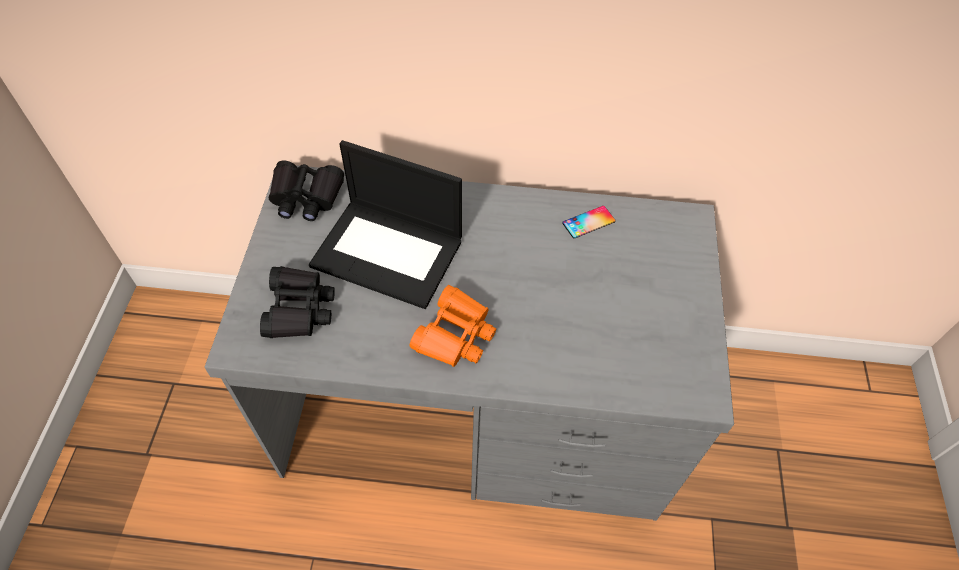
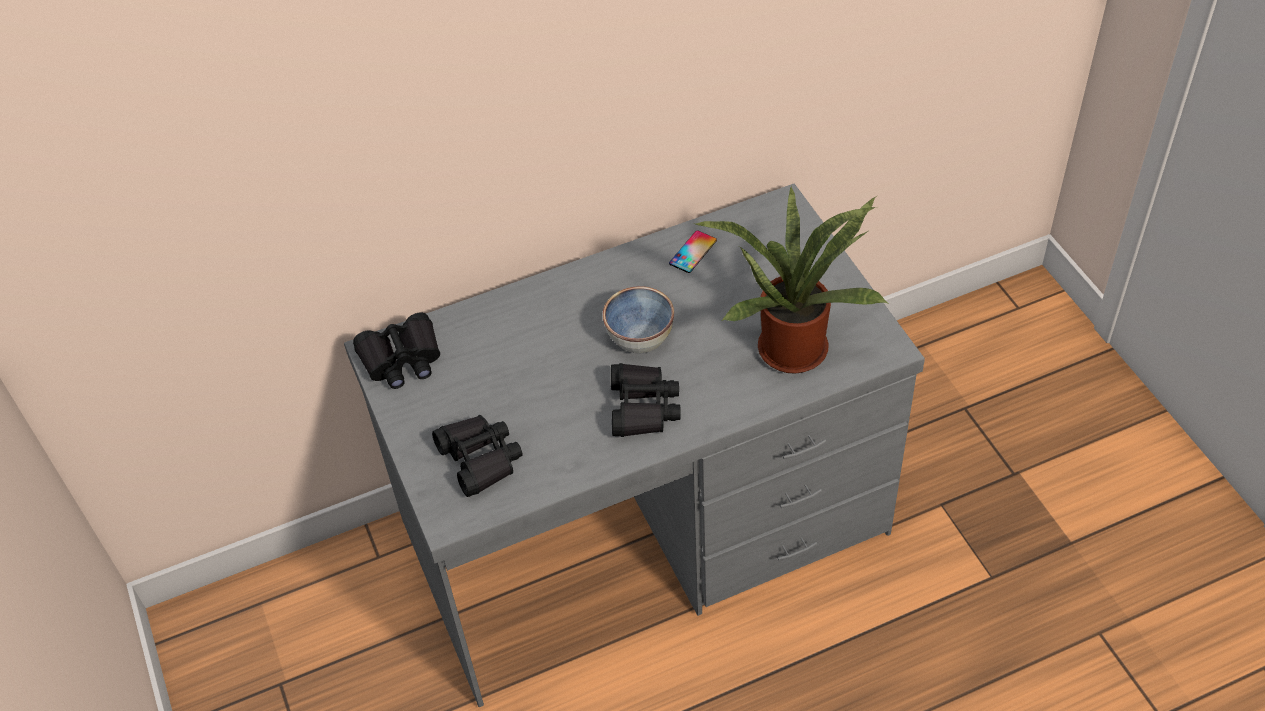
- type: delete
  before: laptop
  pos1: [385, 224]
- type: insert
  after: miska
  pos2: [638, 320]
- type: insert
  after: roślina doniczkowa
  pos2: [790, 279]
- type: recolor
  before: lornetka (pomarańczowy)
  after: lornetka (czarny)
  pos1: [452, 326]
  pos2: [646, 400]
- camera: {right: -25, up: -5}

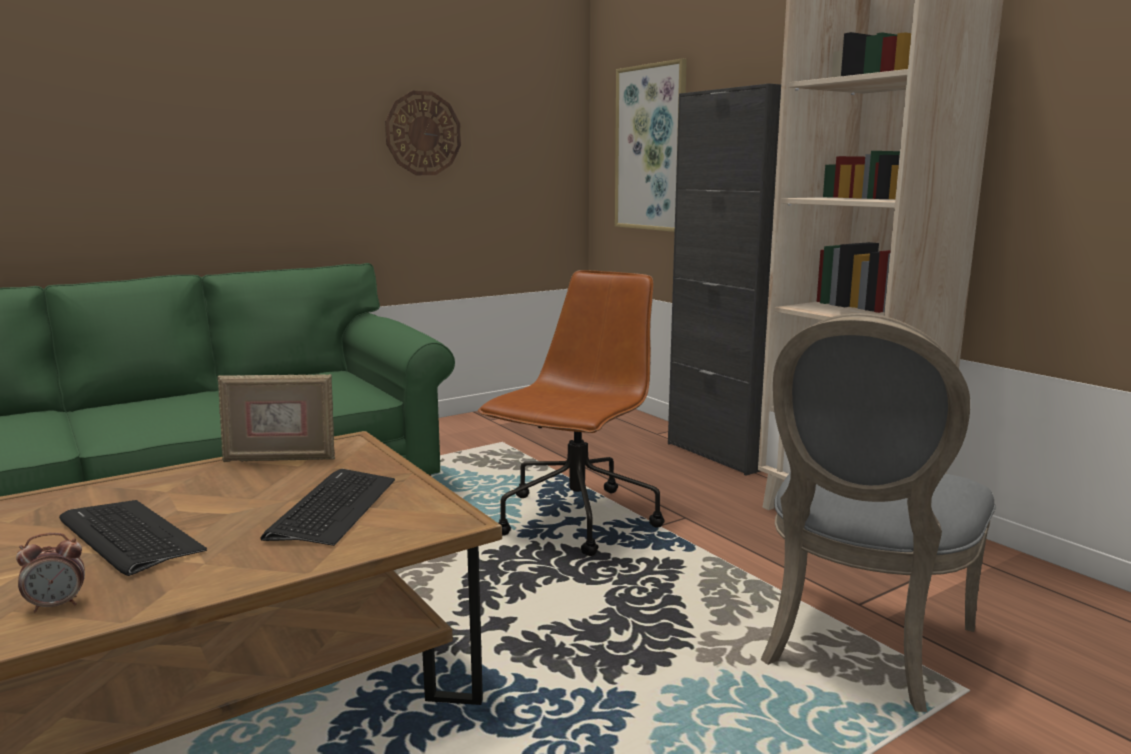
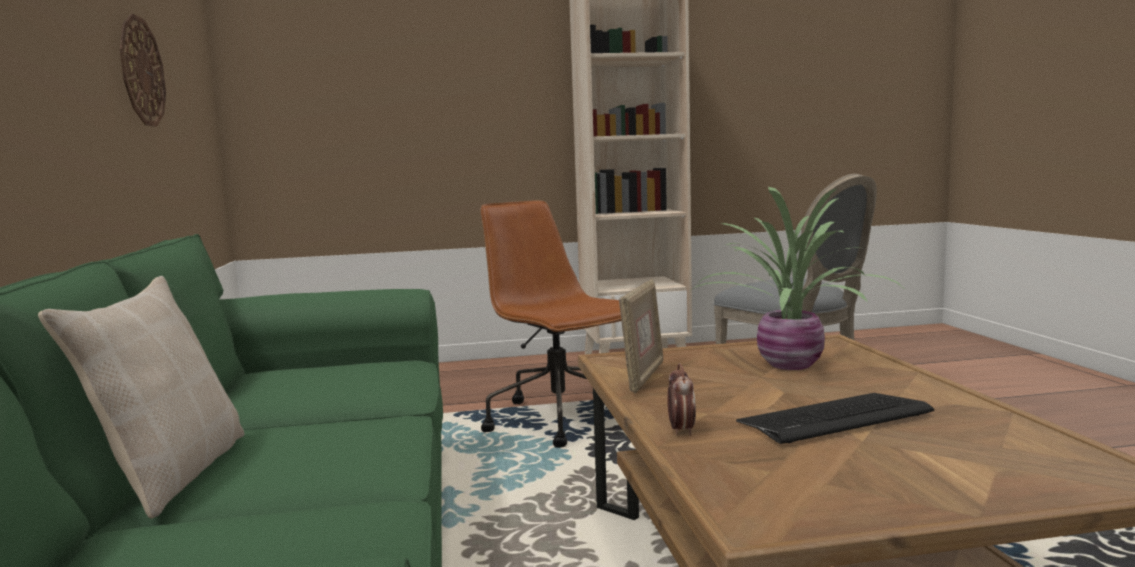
- type: delete
  before: obraz
  pos1: [651, 145]
- type: delete
  before: szafka (czarny)
  pos1: [724, 279]
- type: insert
  after: poduszka (beżowy)
  pos2: [141, 397]
- type: move
  before: budzik
  pos1: [50, 573]
  pos2: [681, 399]
- type: replace
  before: klawiatura
  after: roślina doniczkowa
  pos1: [327, 507]
  pos2: [796, 278]
- camera: {right: -65, up: -5}

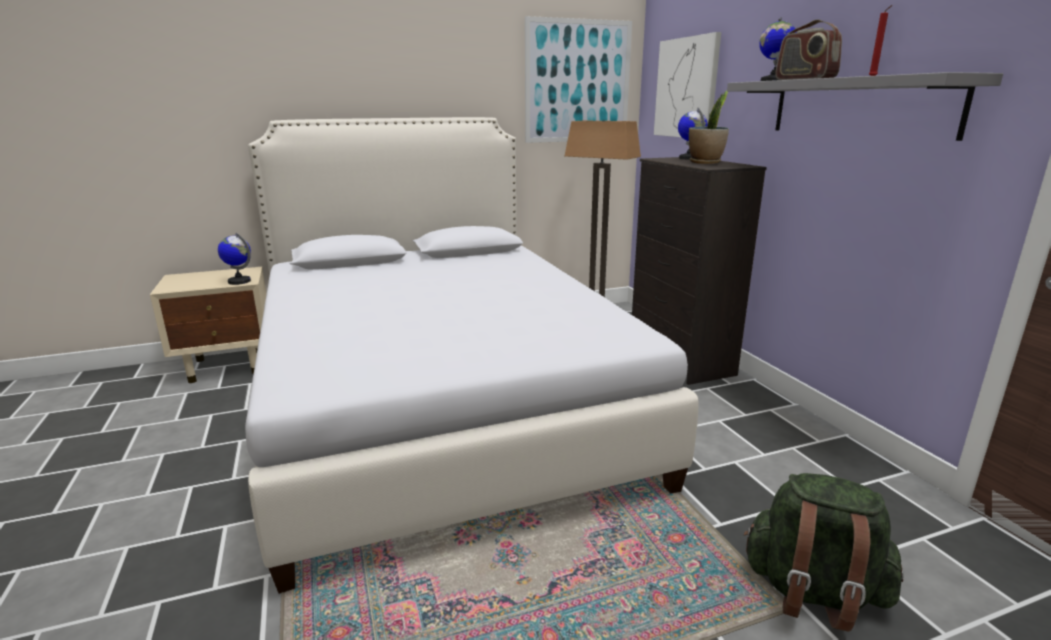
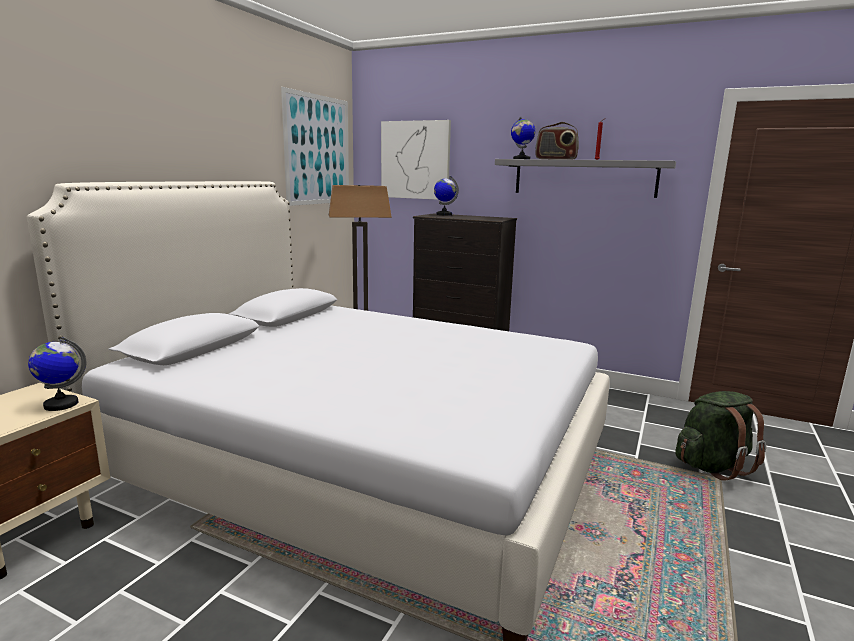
- type: delete
  before: roślina doniczkowa
  pos1: [709, 127]
- camera: {right: -45, up: -5}

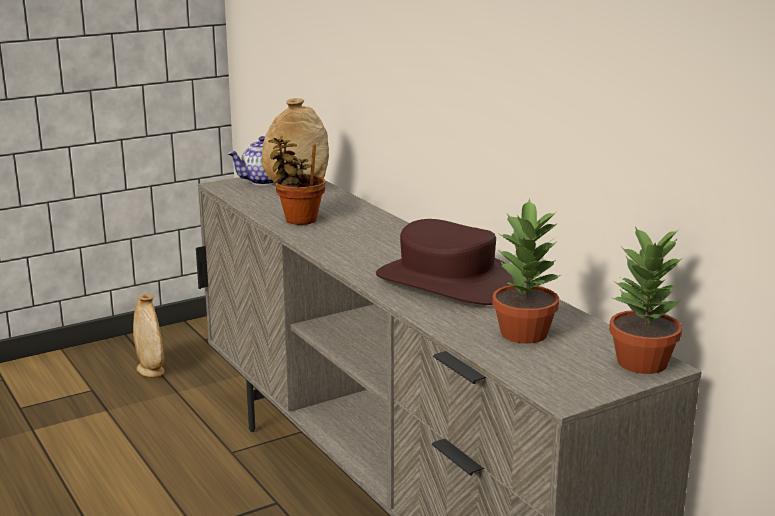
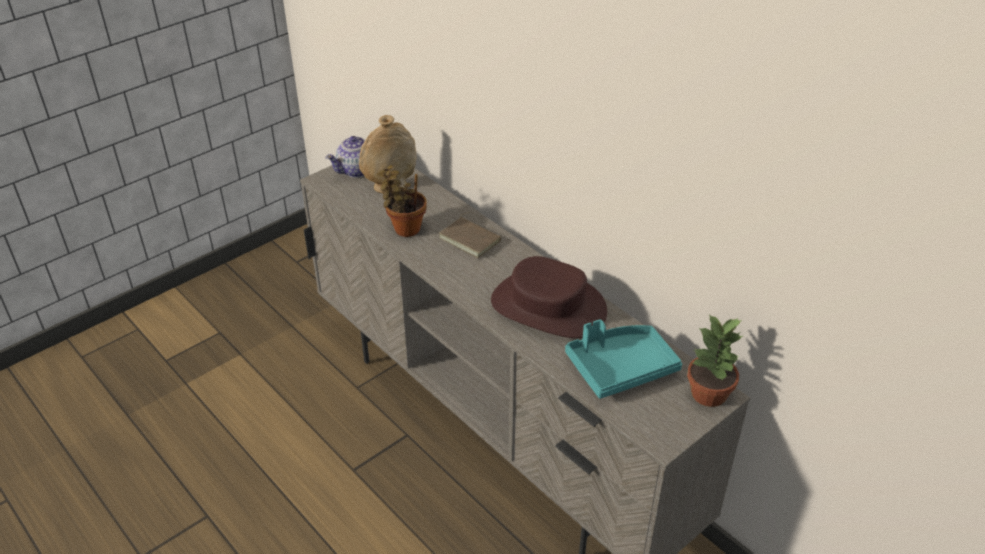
- type: delete
  before: wazon (beżowy)
  pos1: [148, 335]
- type: insert
  after: książka (brązowy)
  pos2: [470, 235]
- type: replace
  before: roślina doniczkowa
  after: taca (turkusowy)
  pos1: [526, 271]
  pos2: [623, 359]
- camera: {right: -10, up: 20}

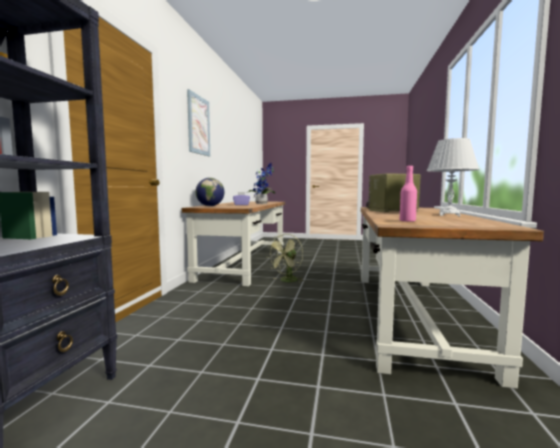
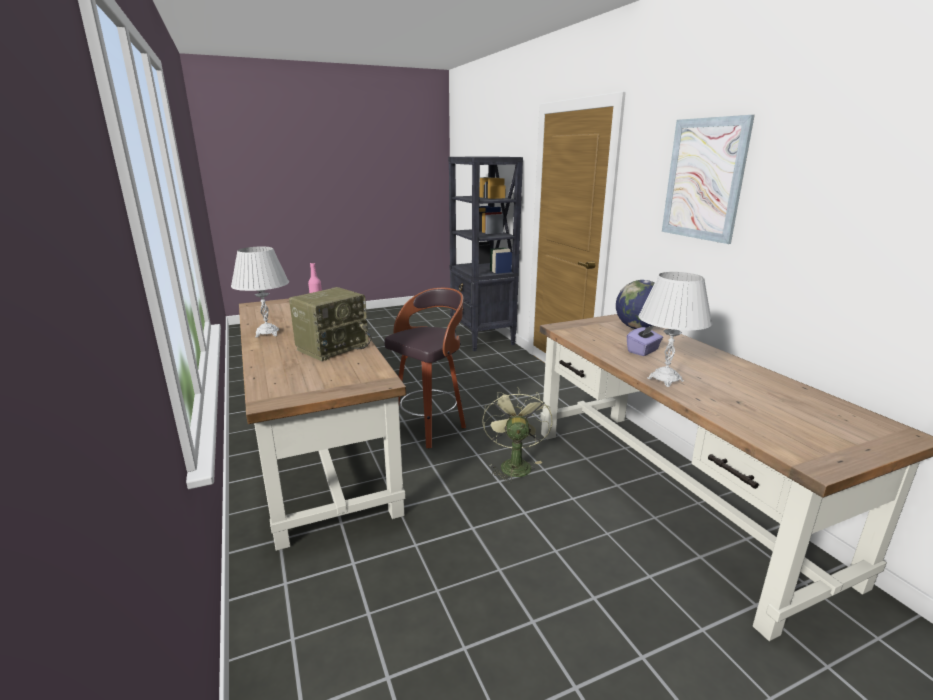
- type: insert
  after: stołek
  pos2: [425, 368]
- type: replace
  before: roślina doniczkowa
  after: lampa stołowa (biały)
  pos1: [260, 183]
  pos2: [676, 329]
- camera: {right: 145, up: 15}

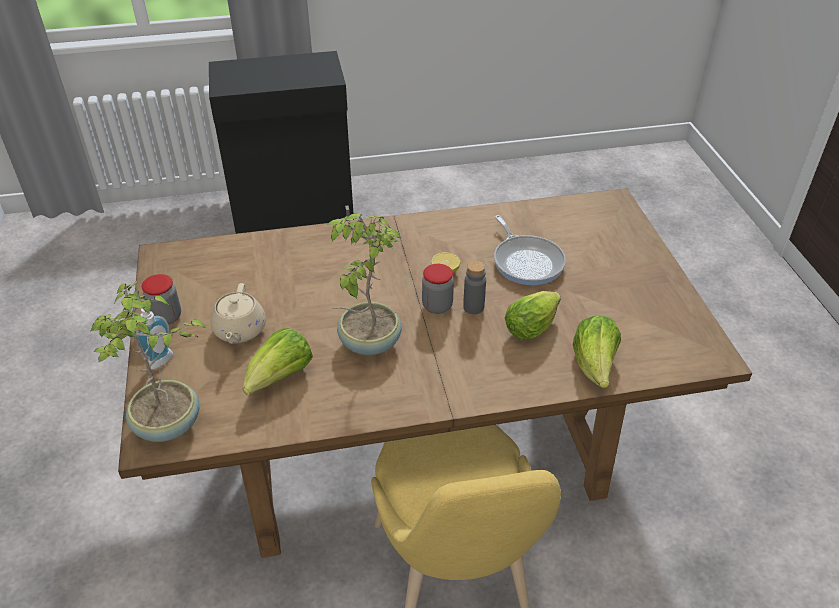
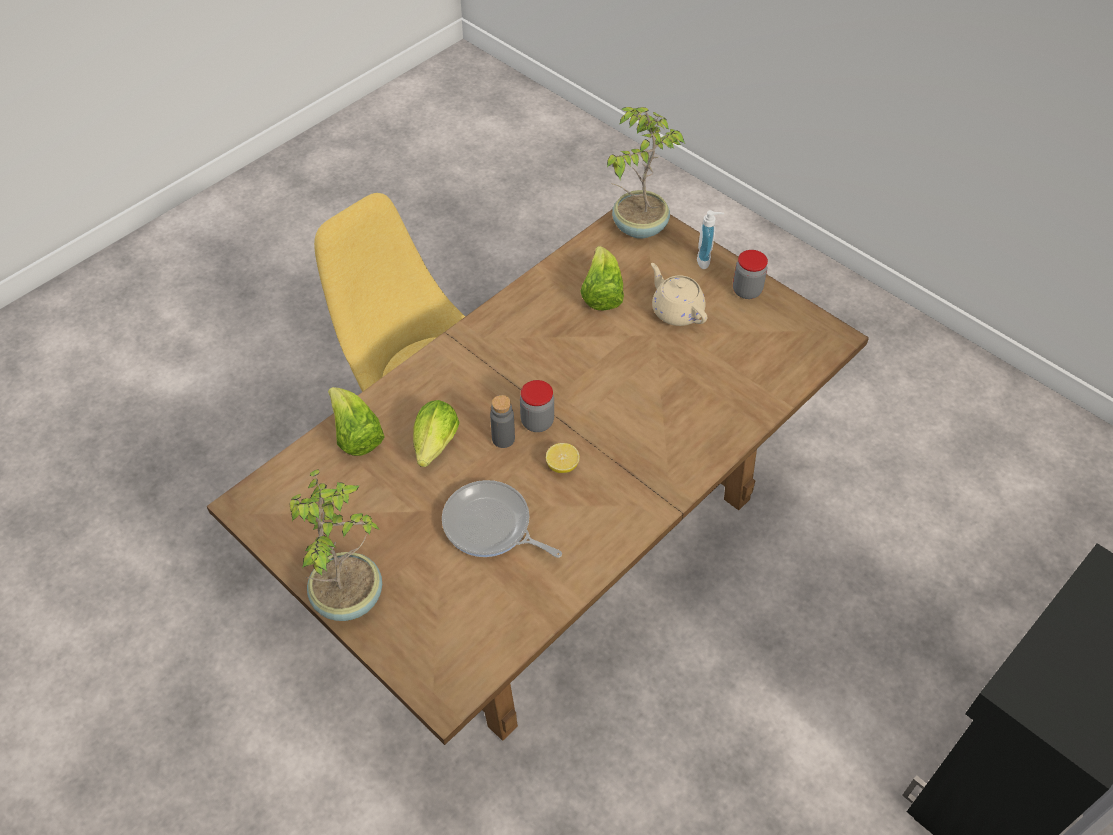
- type: move
  before: roślina doniczkowa
  pos1: [364, 284]
  pos2: [335, 545]
- camera: {right: 145, up: 10}

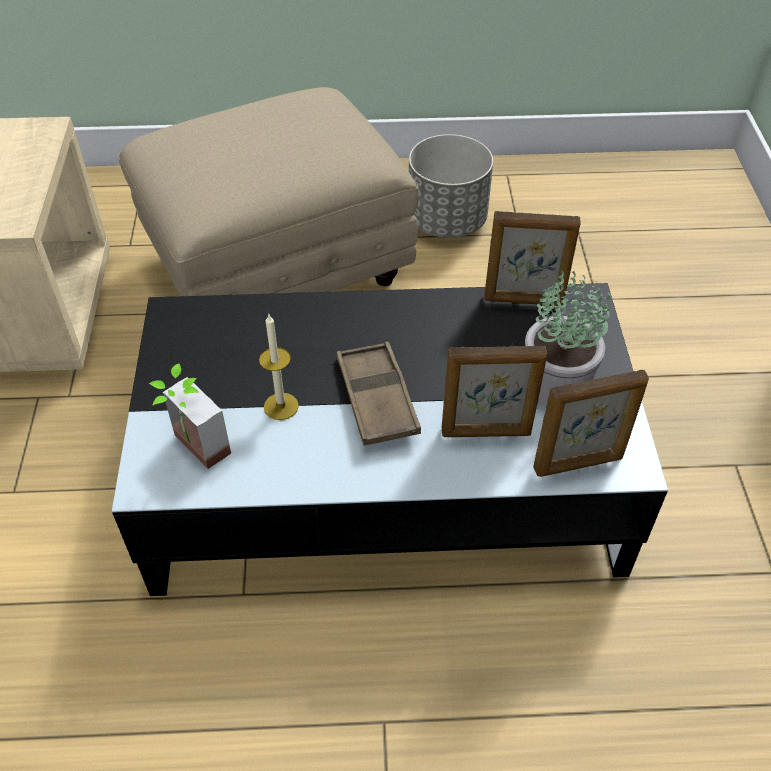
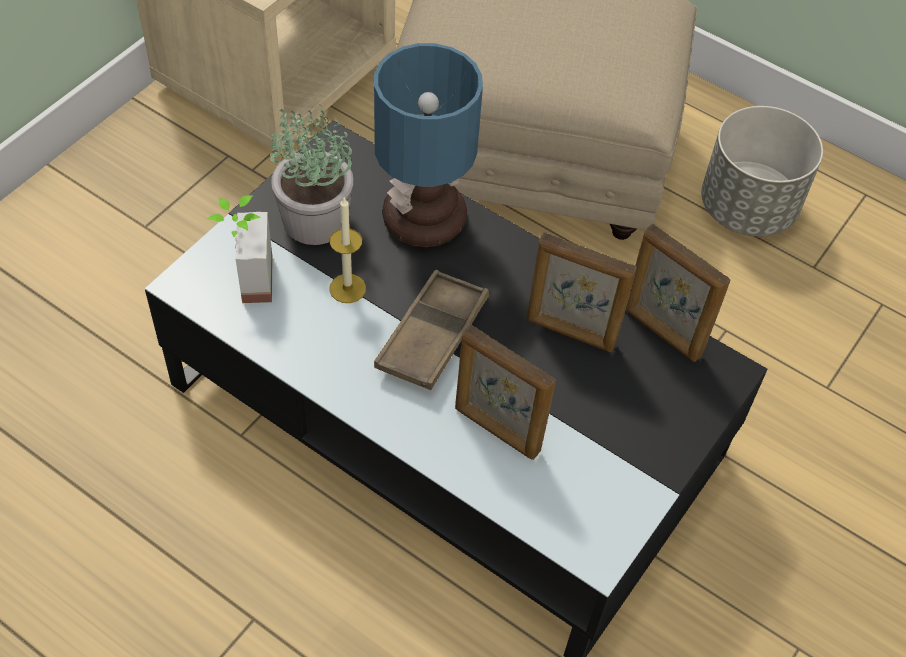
- type: insert
  after: lampa stołowa
  pos2: [428, 145]
- type: move
  before: roślina doniczkowa
  pos1: [568, 337]
  pos2: [311, 176]
- type: move
  before: ramka na zdjęcie
  pos1: [591, 423]
  pos2: [581, 292]
- camera: {right: 35, up: 5}

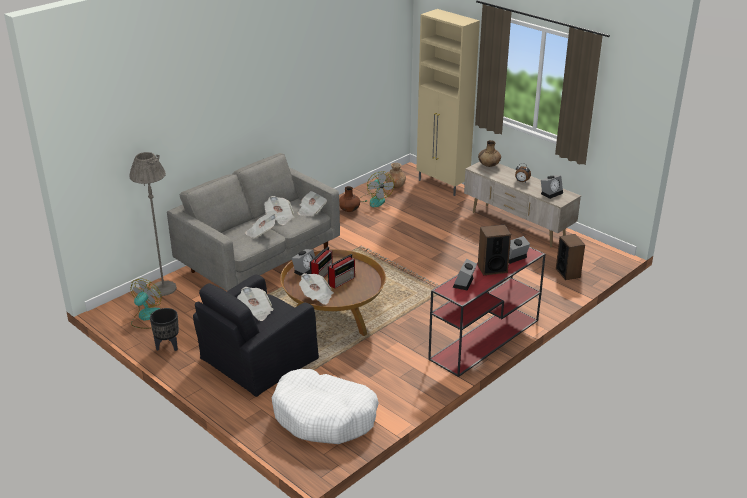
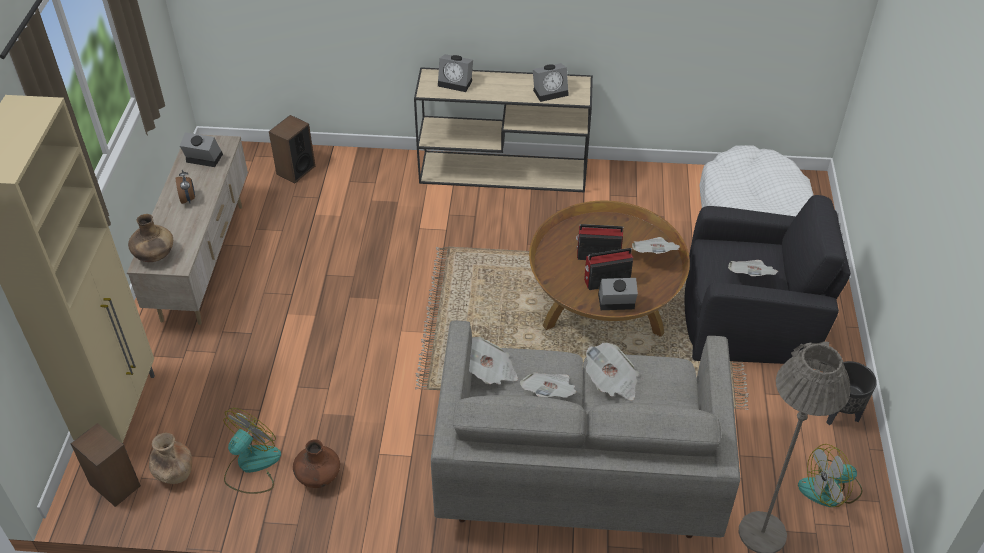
- type: move
  before: głośnik
  pos1: [494, 250]
  pos2: [106, 465]
- type: recolor
  before: stolik konsolowy (czerwony)
  after: stolik konsolowy (beżowy)
  pos1: [487, 312]
  pos2: [503, 130]
- camera: {right: -130, up: 15}

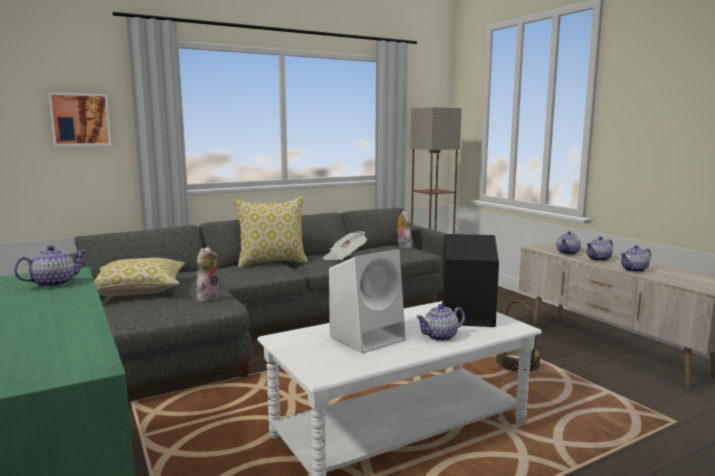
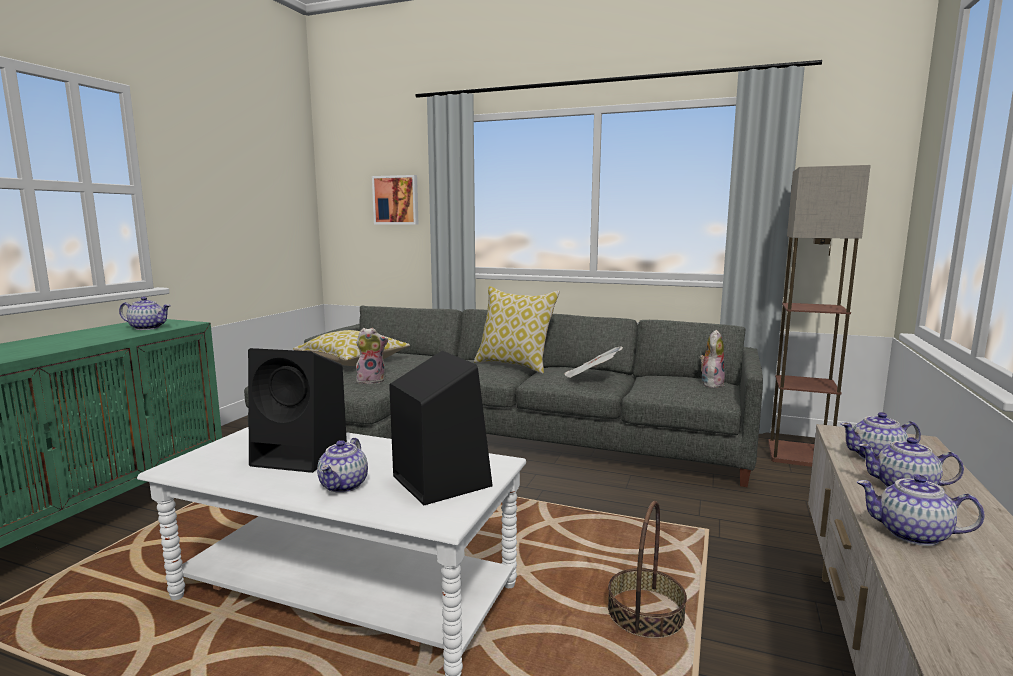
- type: recolor
  before: głośnik (biały)
  after: głośnik (czarny)
  pos1: [367, 301]
  pos2: [297, 410]
- type: rotate
  before: imbryk
  pos1: [440, 322]
  pos2: [342, 465]
  turn: -105
- camera: {right: 50, up: 0}

